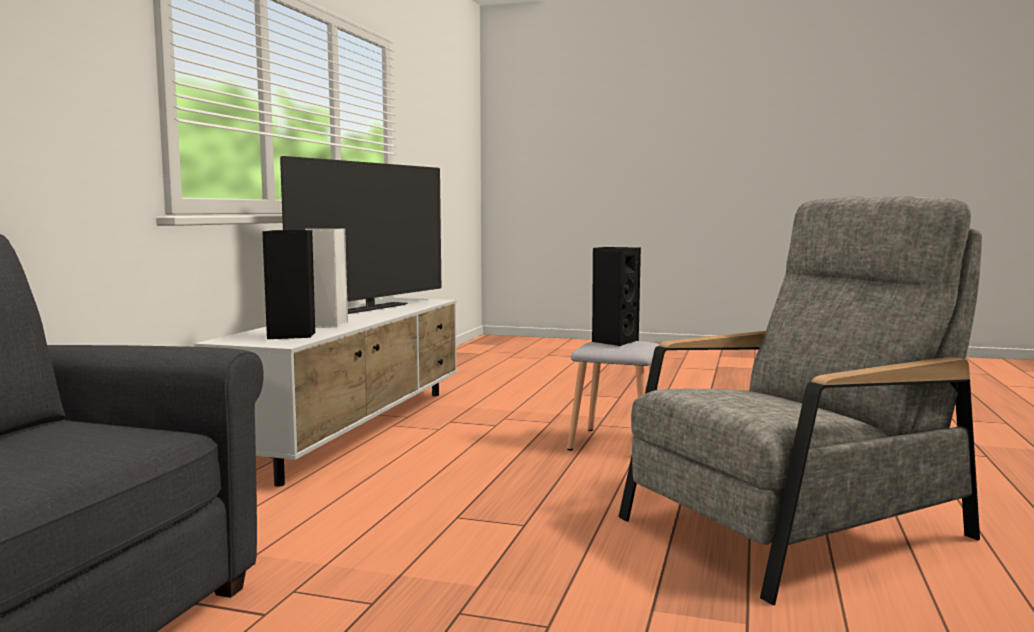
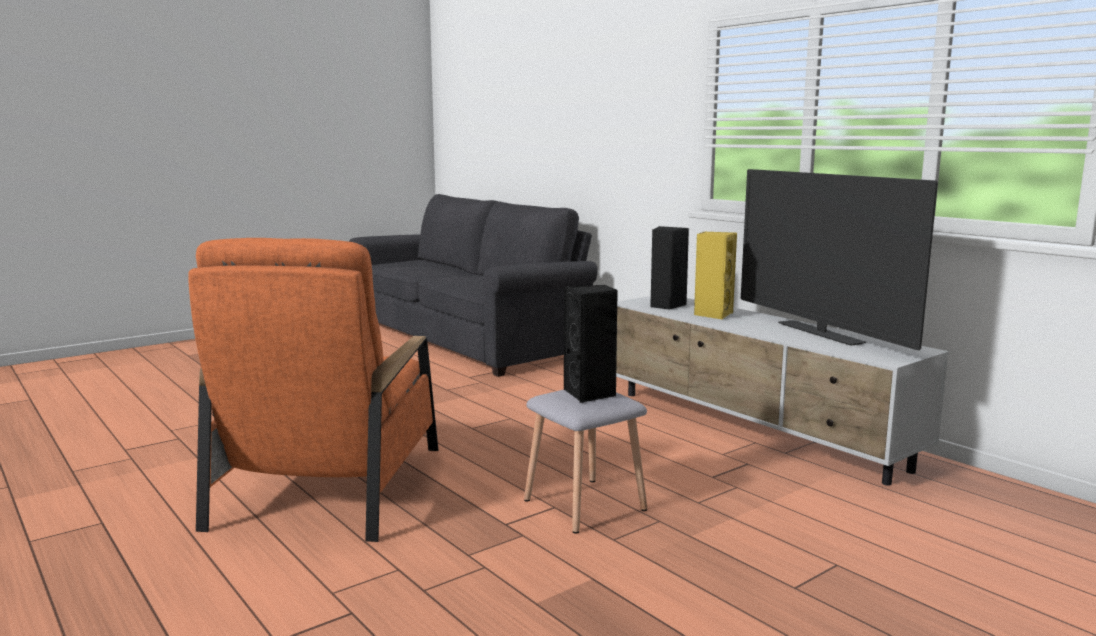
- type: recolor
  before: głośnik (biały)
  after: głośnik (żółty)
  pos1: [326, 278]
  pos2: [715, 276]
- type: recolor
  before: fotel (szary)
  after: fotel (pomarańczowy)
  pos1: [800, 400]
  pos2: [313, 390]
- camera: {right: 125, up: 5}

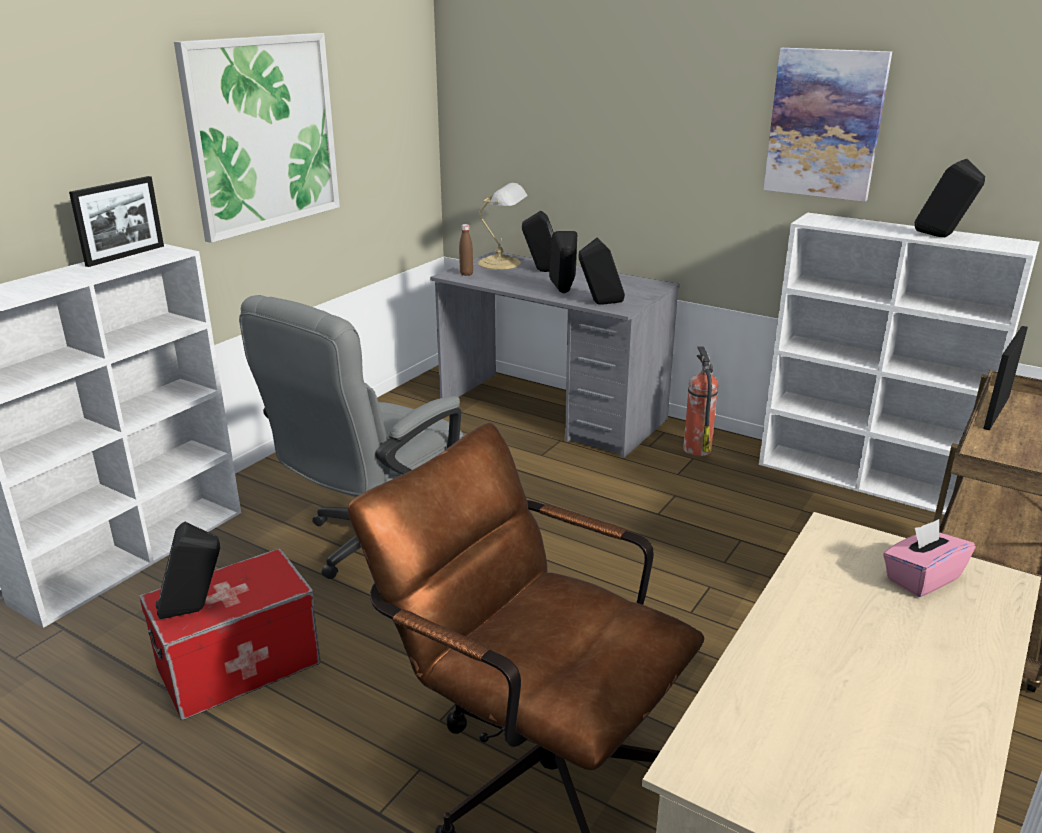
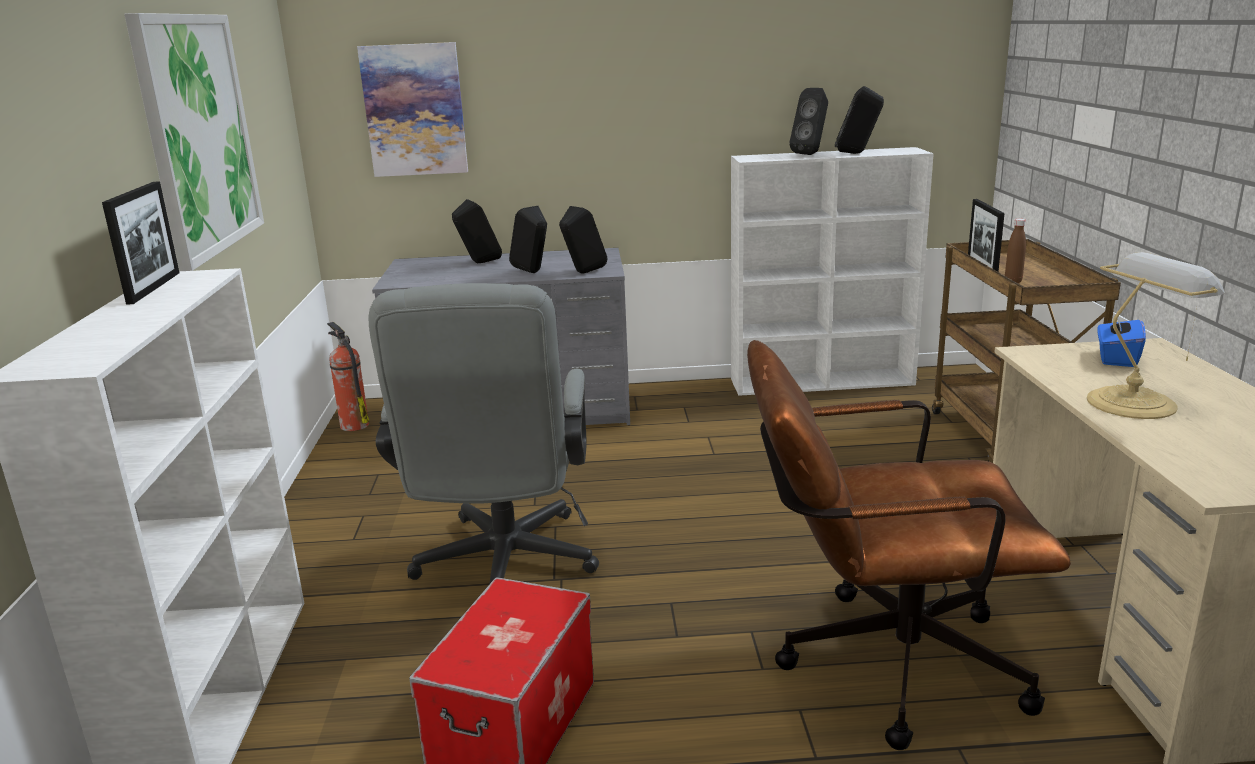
- type: move
  before: głośnik (czarny)
  pos1: [188, 570]
  pos2: [808, 121]
- type: move
  before: butelka (brązowy)
  pos1: [466, 250]
  pos2: [1015, 250]
- type: move
  before: lampa stołowa
  pos1: [502, 226]
  pos2: [1156, 335]
- type: move
  before: gaśnica
  pos1: [700, 401]
  pos2: [348, 376]
- type: move
  before: obraz
  pos1: [827, 125]
  pos2: [412, 109]
- type: recolor
  before: pudełko chusteczek (różowy)
  after: pudełko chusteczek (niebieski)
  pos1: [929, 558]
  pos2: [1121, 338]
- camera: {right: -35, up: -5}

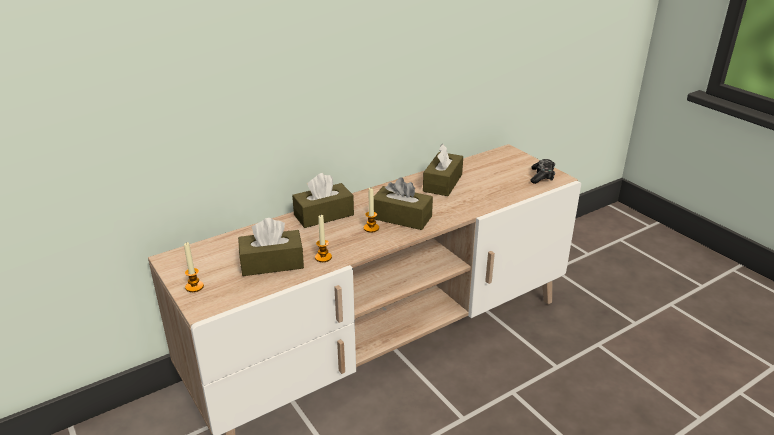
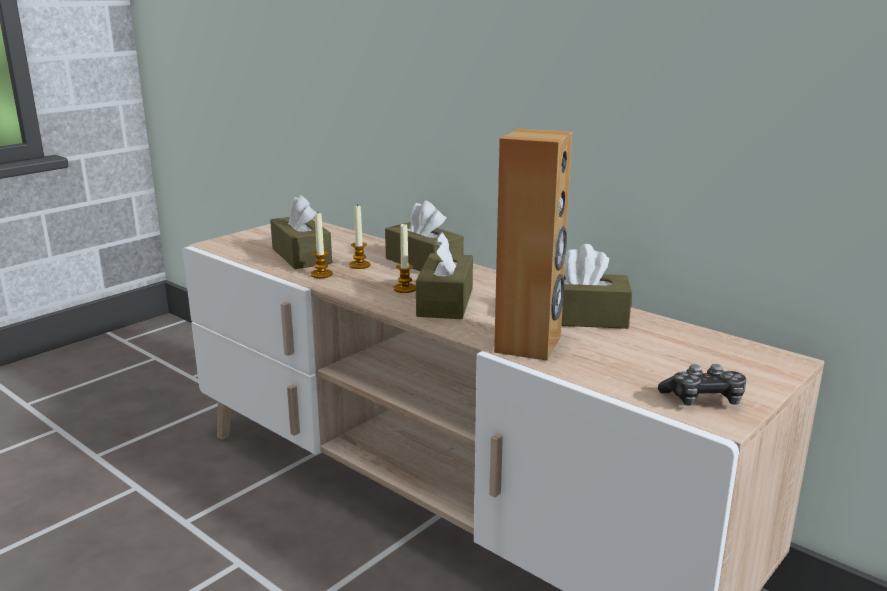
- type: insert
  after: głośnik (brązowy)
  pos2: [533, 245]
- type: move
  before: świeca
  pos1: [194, 267]
  pos2: [359, 236]
- camera: {right: 75, up: -10}

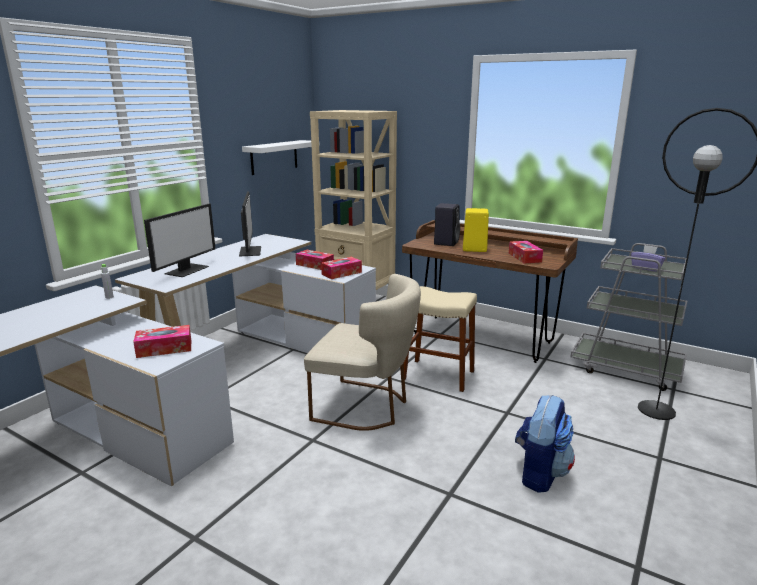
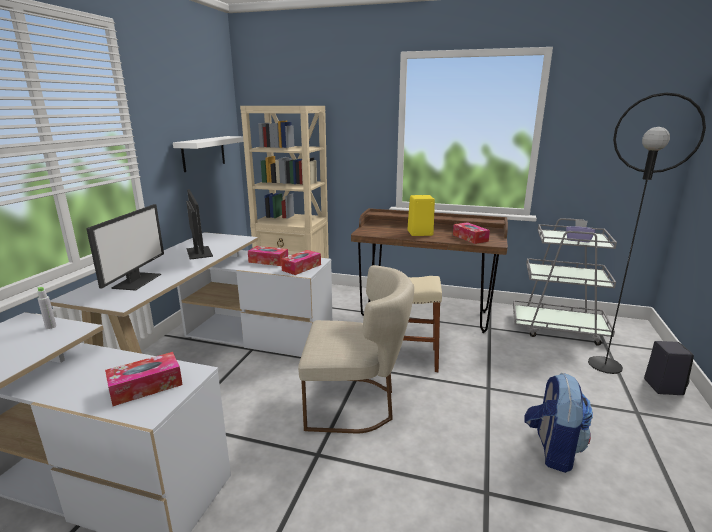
- type: move
  before: głośnik (czarny)
  pos1: [447, 224]
  pos2: [669, 368]
- camera: {right: -15, up: 0}

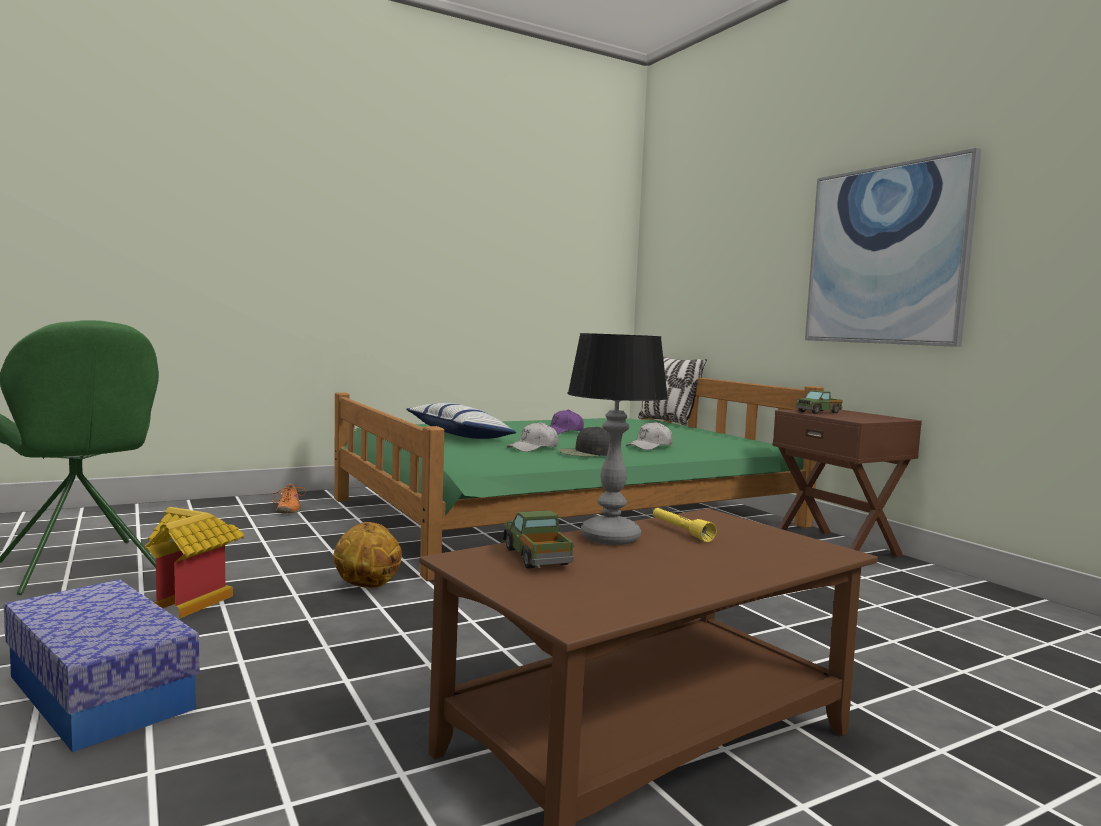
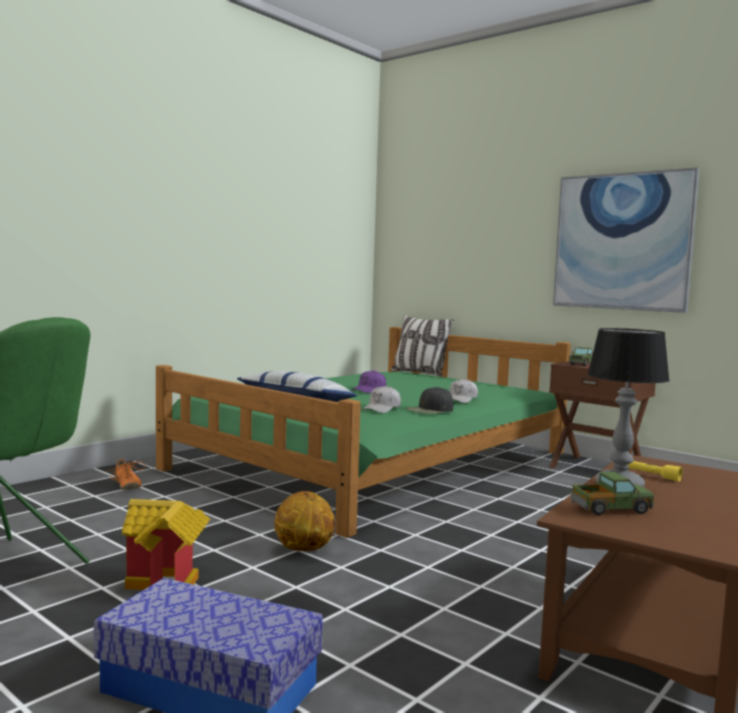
- type: rotate
  before: ciężarówka zabawkowa
  pos1: [538, 539]
  pos2: [612, 493]
  turn: 120
- camera: {right: -20, up: 0}

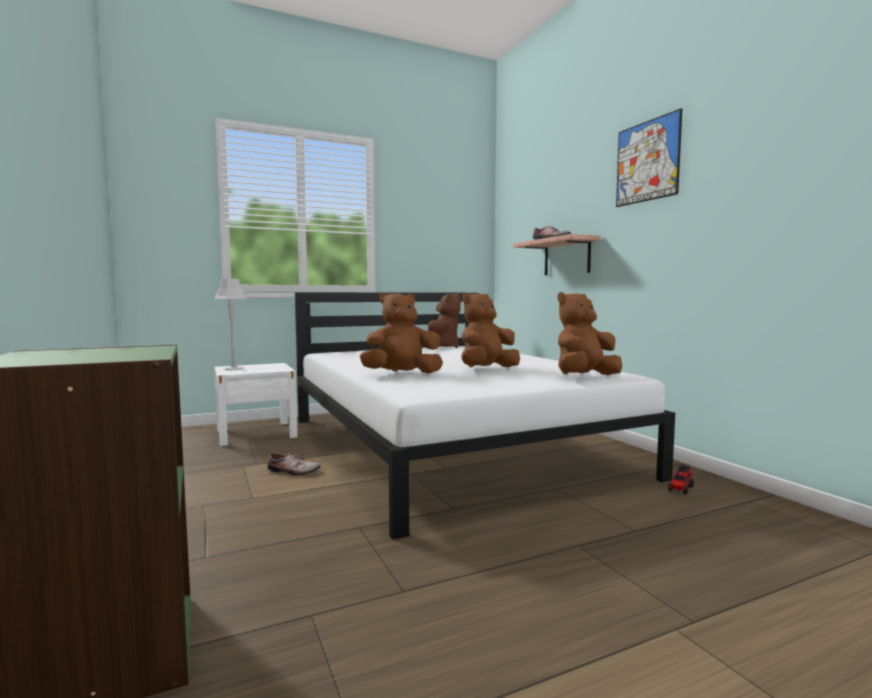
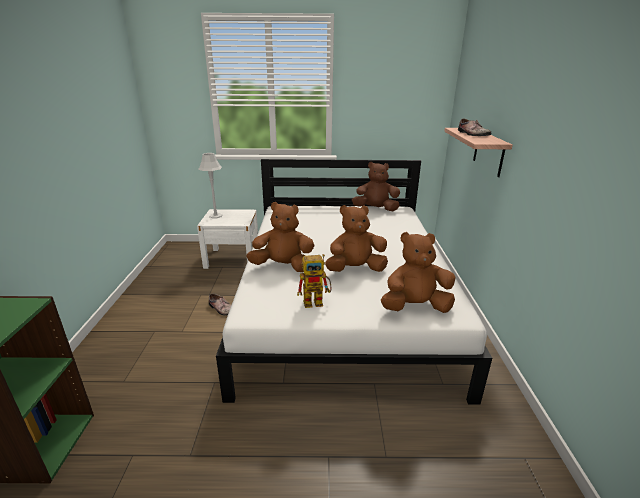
- type: delete
  before: obraz
  pos1: [649, 157]
- type: delete
  before: ciężarówka zabawkowa
  pos1: [681, 480]
- type: insert
  after: robot zabawkowy
  pos2: [314, 281]
- type: rotate
  before: pluszak (brązowy)
  pos1: [441, 320]
  pos2: [376, 186]
  turn: -135
- camera: {right: 25, up: 20}

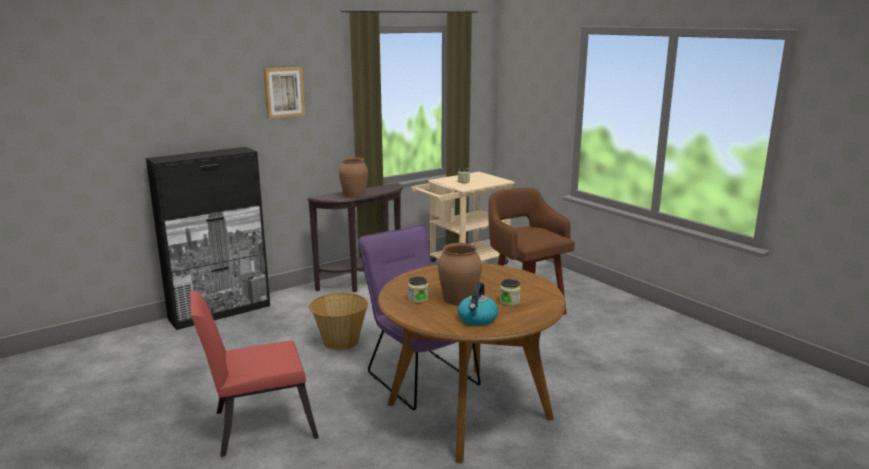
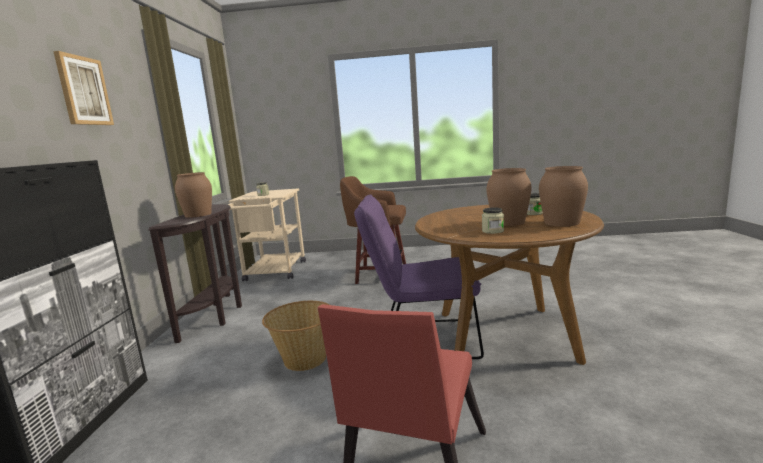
- type: replace
  before: czajnik
  after: wazon (brązowy)
  pos1: [478, 304]
  pos2: [563, 196]
- camera: {right: -50, up: -5}

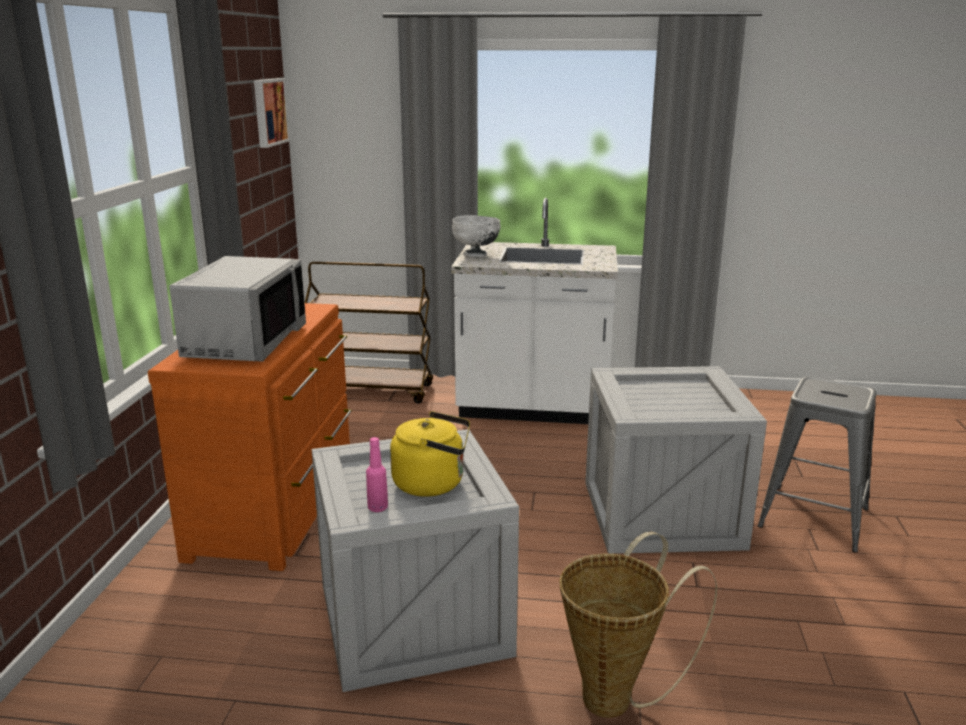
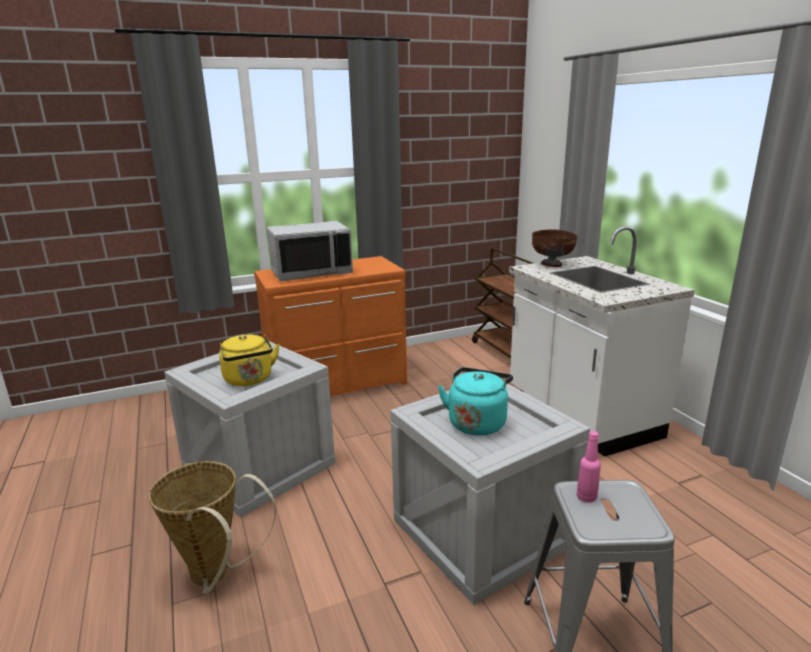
- type: delete
  before: obraz
  pos1: [272, 113]
- type: insert
  after: czajnik (turkusowy)
  pos2: [475, 401]
- type: move
  before: butelka (różowy)
  pos1: [377, 474]
  pos2: [589, 467]
- type: recolor
  before: miska (biały)
  after: miska (brązowy)
  pos1: [476, 236]
  pos2: [554, 248]
- camera: {right: 60, up: 0}

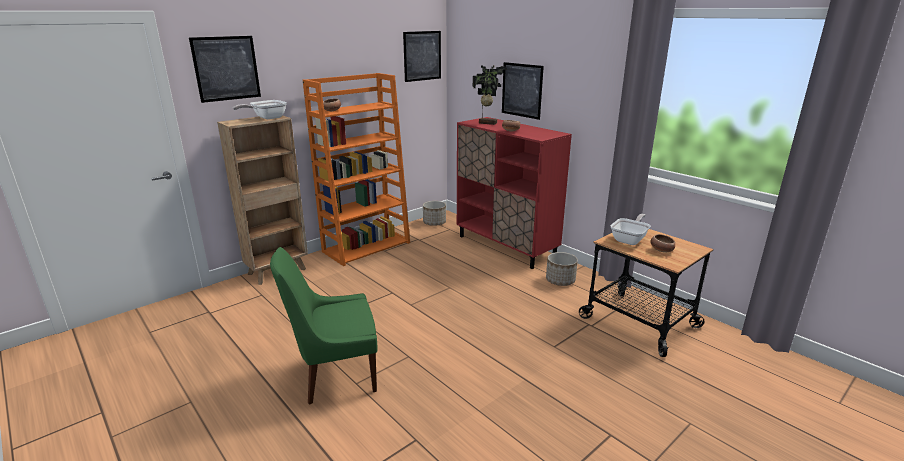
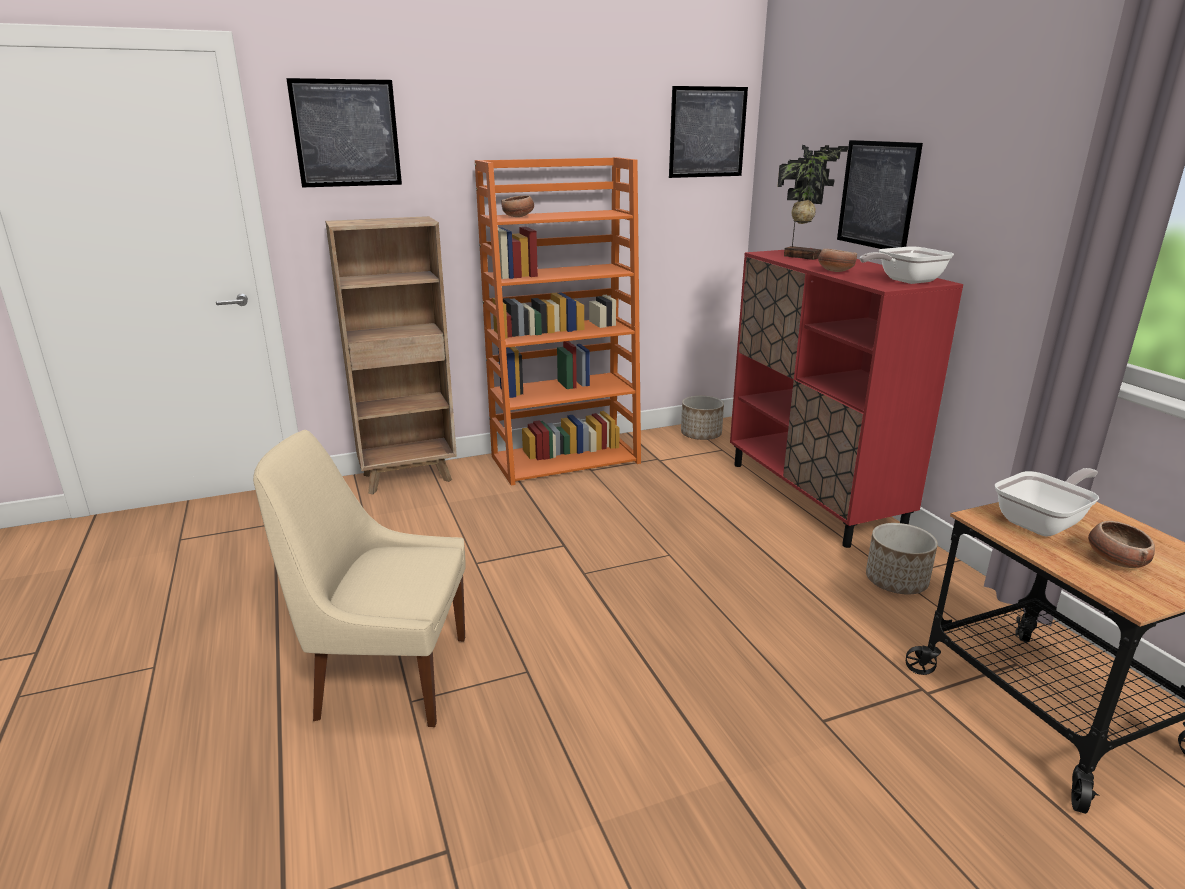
- type: move
  before: patelnia
  pos1: [260, 109]
  pos2: [907, 265]
- type: recolor
  before: krzesło (zielony)
  after: krzesło (beżowy)
  pos1: [324, 326]
  pos2: [359, 578]
- camera: {right: 20, up: 0}

